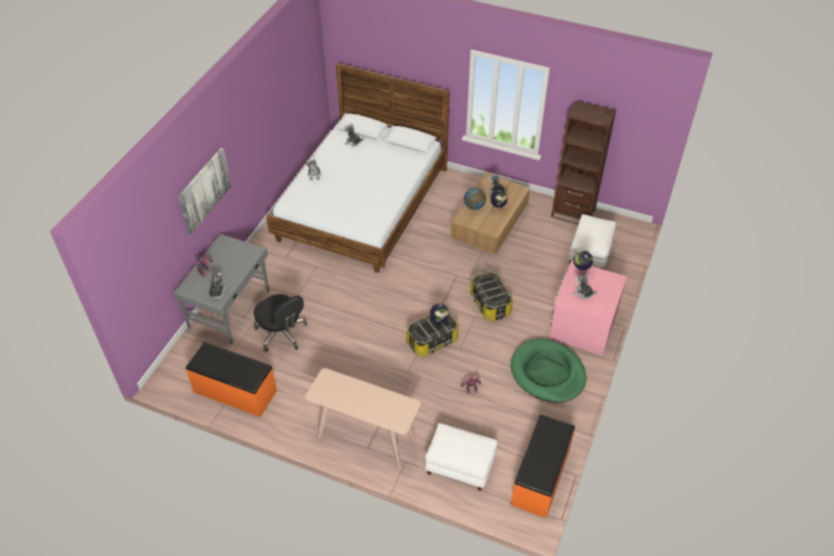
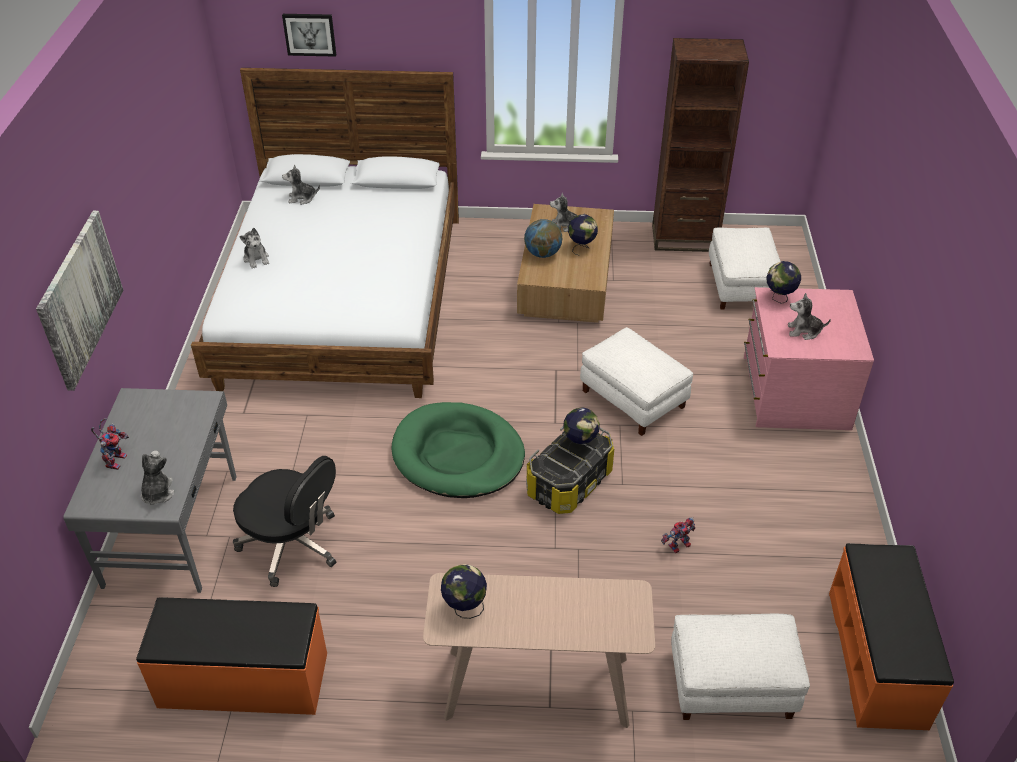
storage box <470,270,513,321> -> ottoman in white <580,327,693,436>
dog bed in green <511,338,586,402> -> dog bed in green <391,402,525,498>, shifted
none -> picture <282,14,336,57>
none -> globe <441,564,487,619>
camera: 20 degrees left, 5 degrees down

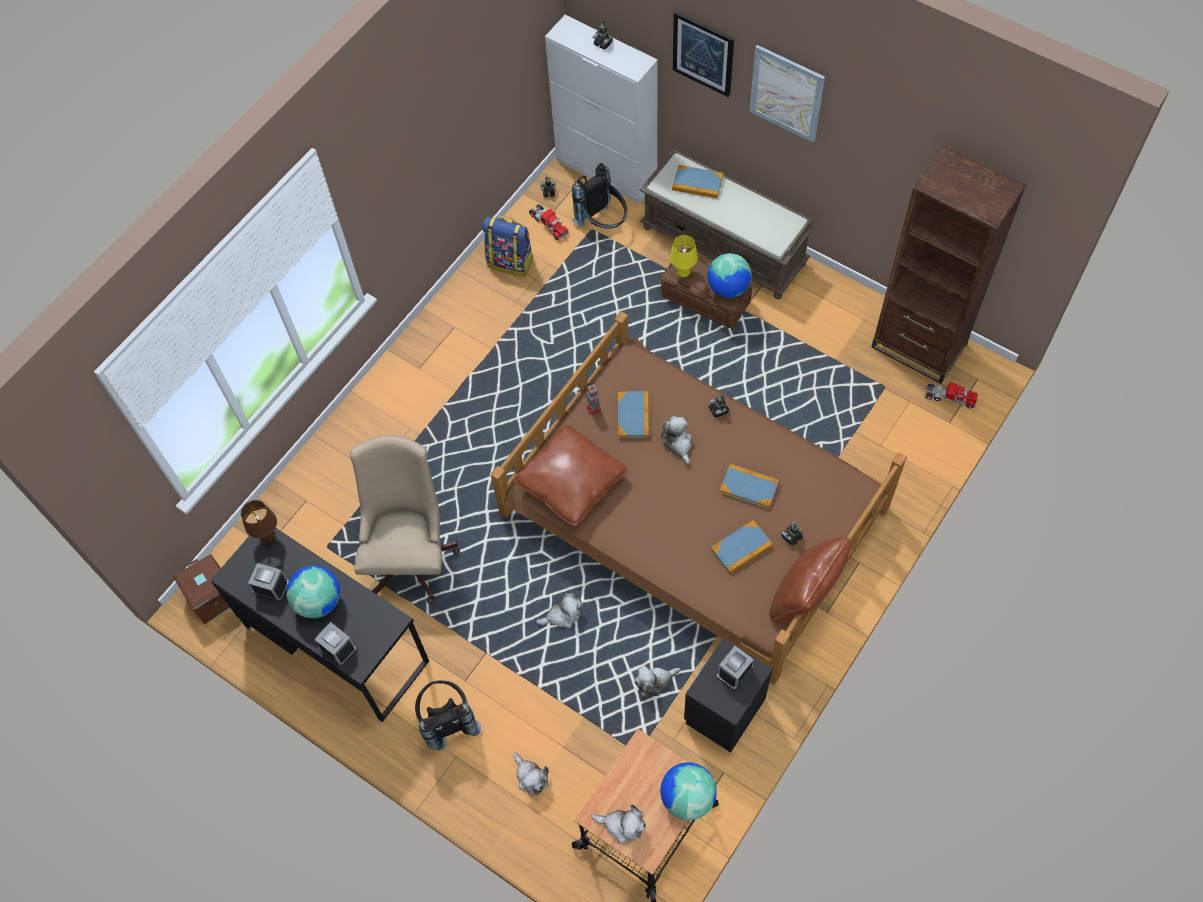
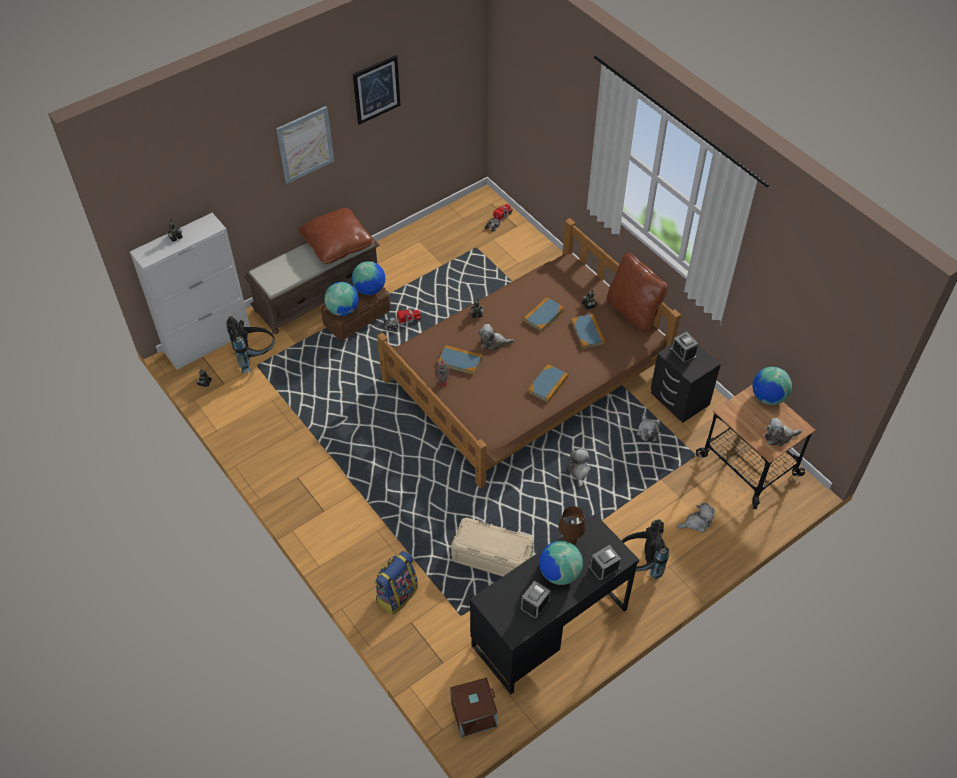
table lamp in brown <241,500,277,543> -> table lamp in brown <558,506,586,545>, shifted
office chair in beige <350,435,460,604> -> storage box in beige <451,517,534,577>
backpack <482,216,534,277> -> backpack <374,551,418,615>, shifted
pillow in brown <514,425,628,526> -> pillow in brown <298,208,374,264>, shifted
toy truck <529,205,569,240> -> toy truck <383,308,422,331>, shifted
plush toy <591,805,646,844> -> plush toy <765,418,802,446>, 135 degrees counterclockwise
table lamp in yellow <670,235,698,277> -> globe <324,282,359,316>
book <672,165,723,198> -> book <527,364,568,403>, shifted
picture <673,11,734,97> -> picture <353,55,401,125>, shifted
bookcase in brown <871,146,1026,384> -> none
camera: 75 degrees left, 10 degrees down

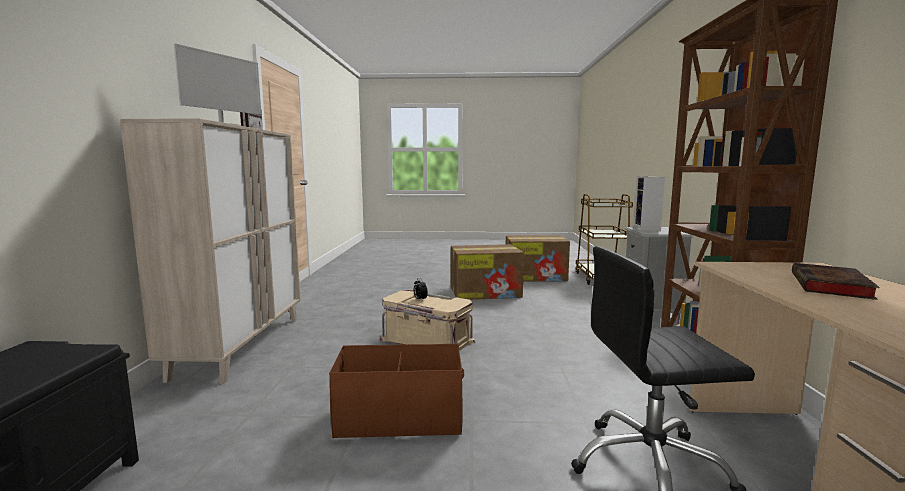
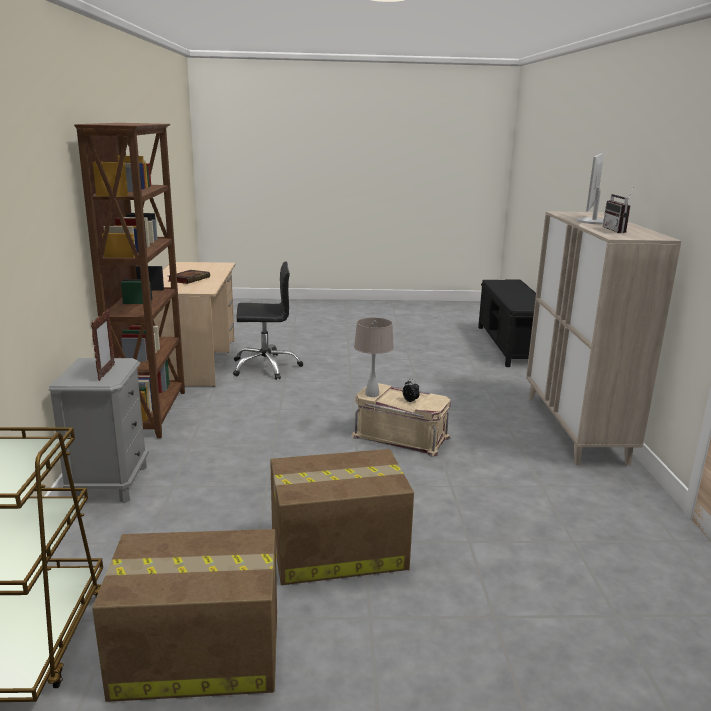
storage box in brown <329,344,464,438> -> none
speaker <633,177,665,231> -> picture frame <91,309,115,381>
none -> table lamp in beige <354,317,394,397>
camera: 175 degrees right, 10 degrees up

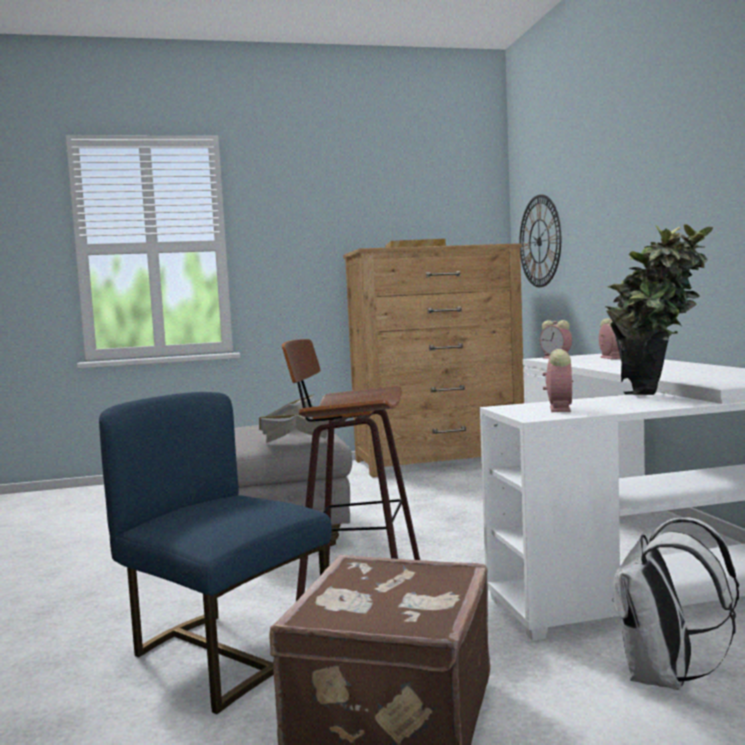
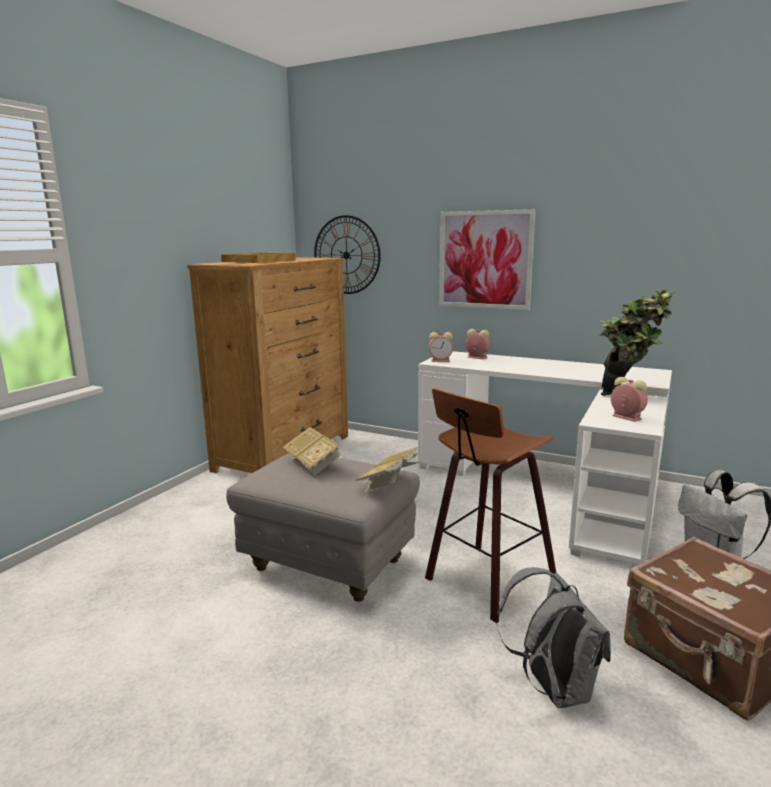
chair in blue <99,392,332,714> -> backpack in grey <496,567,611,708>
none -> picture <439,209,535,310>
camera: 50 degrees left, 10 degrees up

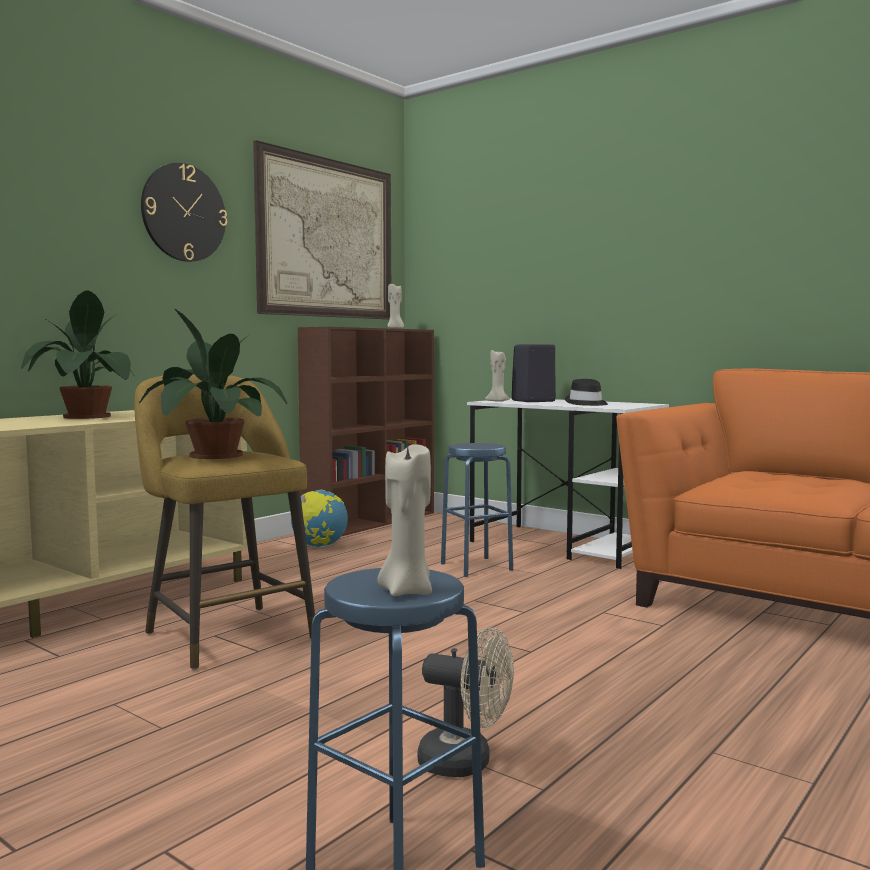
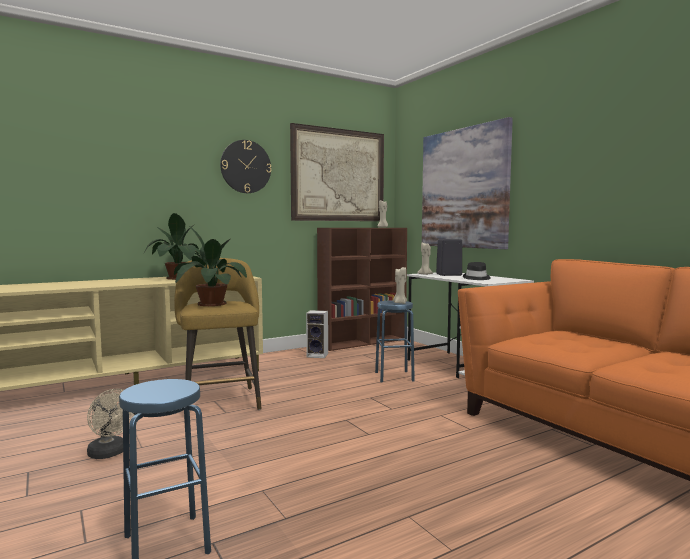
globe <291,490,348,549> -> speaker <306,310,328,358>
candle in beige <377,444,432,596> -> candle in beige <393,267,407,304>, shifted
fan in beige <418,627,514,777> -> fan in beige <87,389,135,459>, shifted
none -> picture <422,117,513,249>
camera: 20 degrees right, 0 degrees up

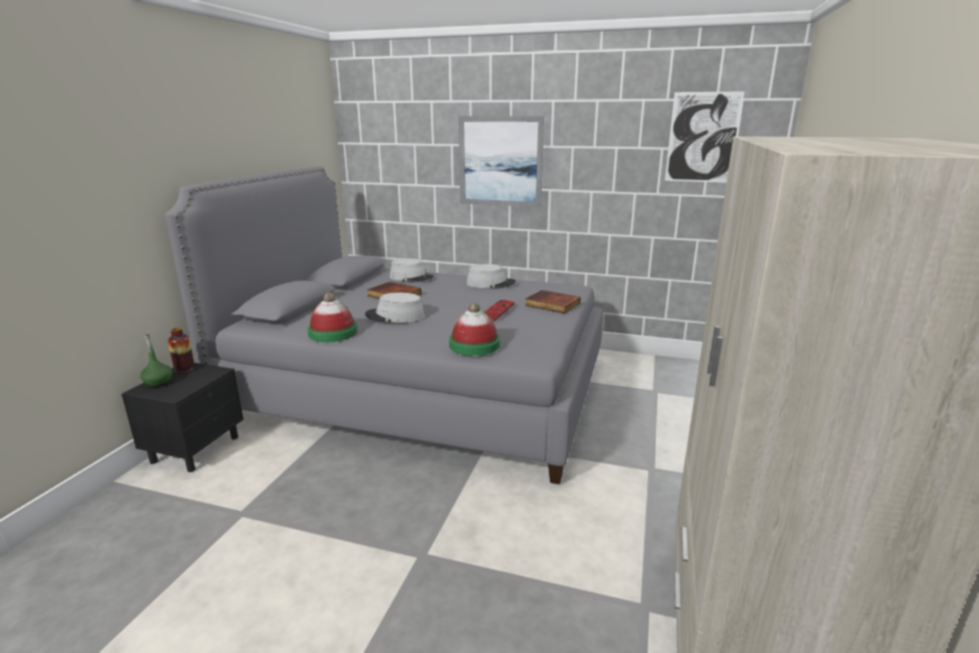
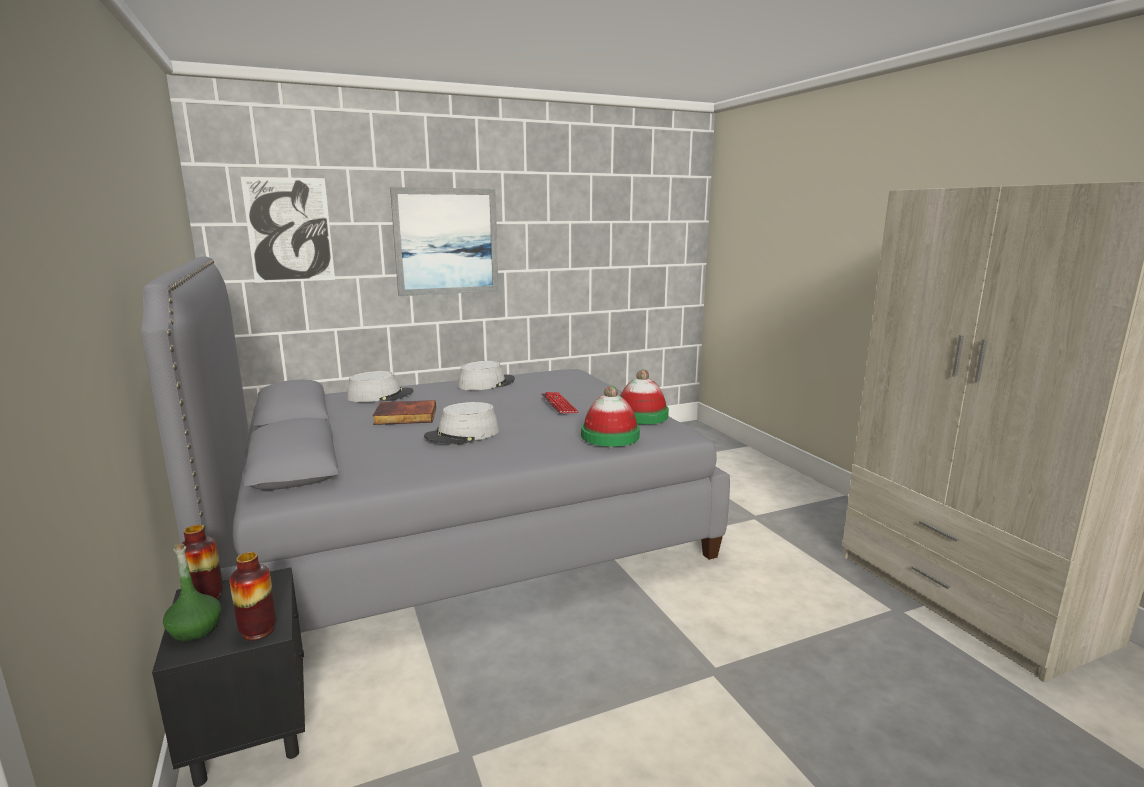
hat <308,293,357,342> -> hat <620,370,669,424>, shifted
book <525,290,581,314> -> none
picture <665,91,745,183> -> picture <241,177,335,283>, shifted
none -> vase <229,552,277,641>
camera: 40 degrees left, 5 degrees down

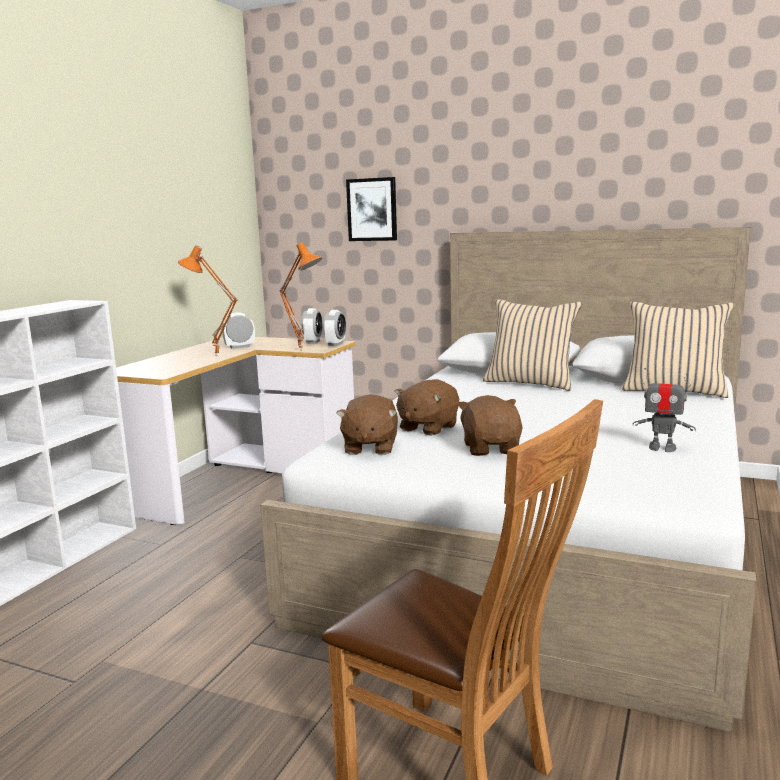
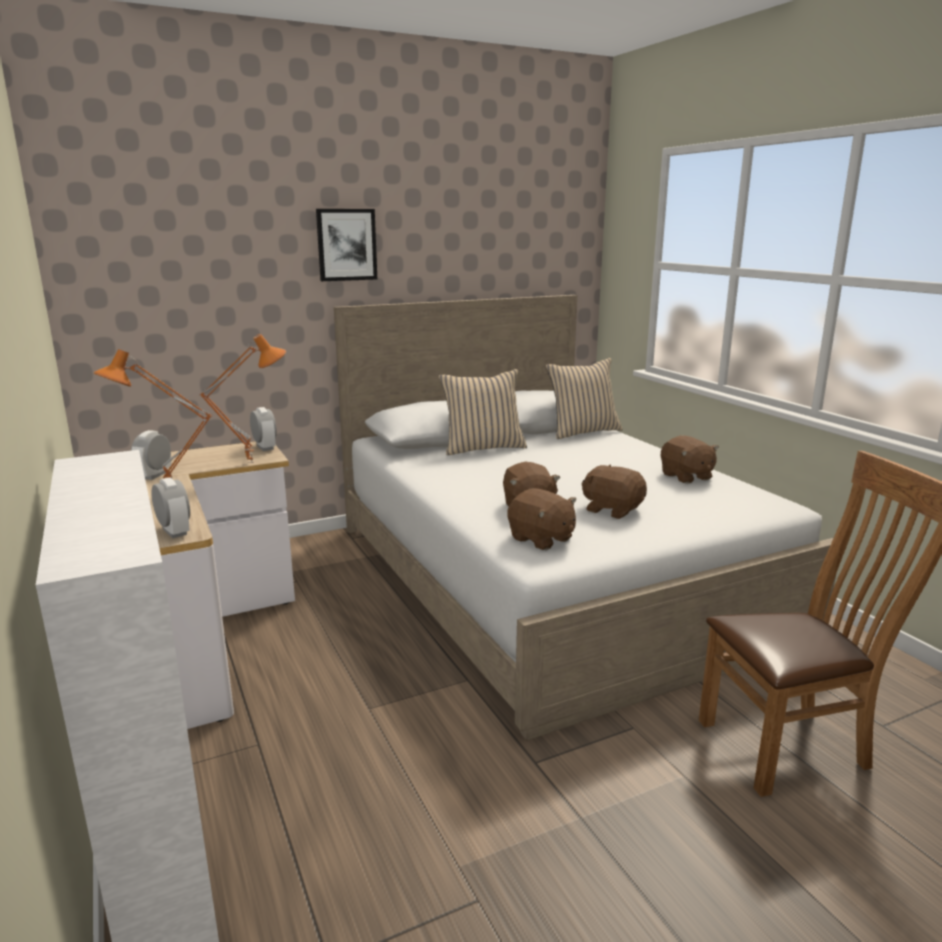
alarm clock <302,308,323,344> -> alarm clock <151,477,190,538>, shifted
picture <346,177,397,241> -> picture <316,209,377,281>, shifted
toy robot <633,368,696,452> -> plush toy in brown <661,435,719,484>
camera: 50 degrees left, 5 degrees up

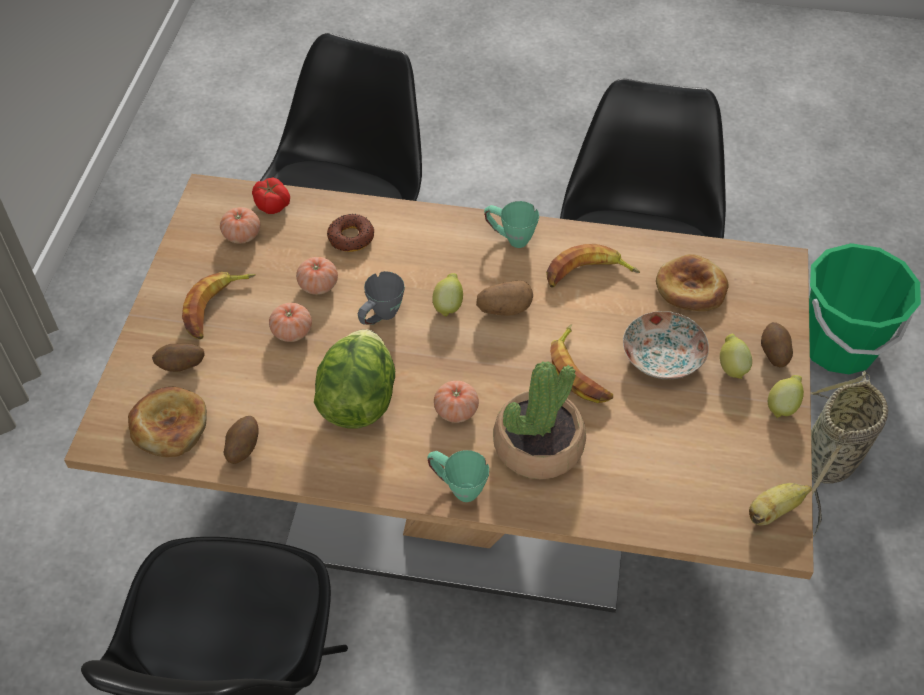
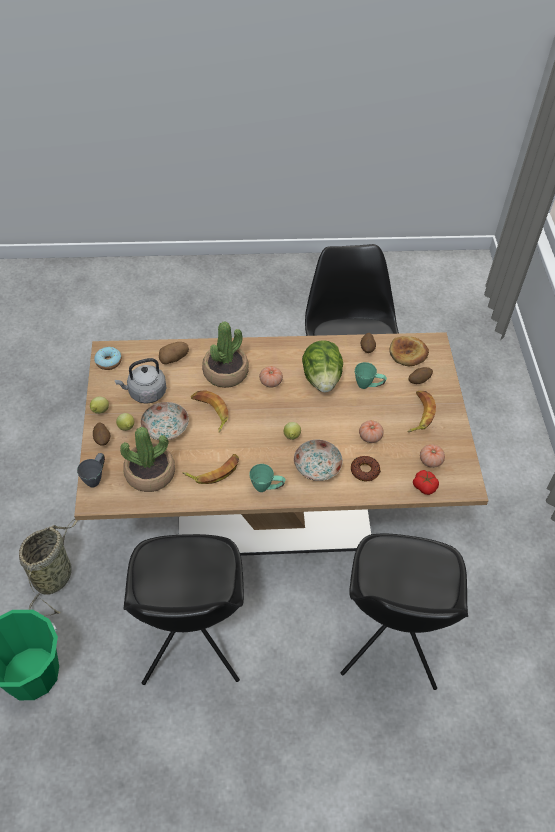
tomato <269,303,312,342> -> none
mug in grey <358,271,405,325> -> mug in grey <77,453,105,488>, shifted
mug in green <428,450,489,502> -> mug in green <355,362,387,389>, shifted
potato <476,281,533,316> -> potato <159,342,189,364>, shifted
bread <656,254,729,311> -> potted plant <120,427,175,492>
banana <749,483,812,525> -> donut <94,347,122,370>
none -> kettle in grey <115,358,166,404>
none -> plate <294,439,343,481>
camera: 165 degrees right, 0 degrees up

